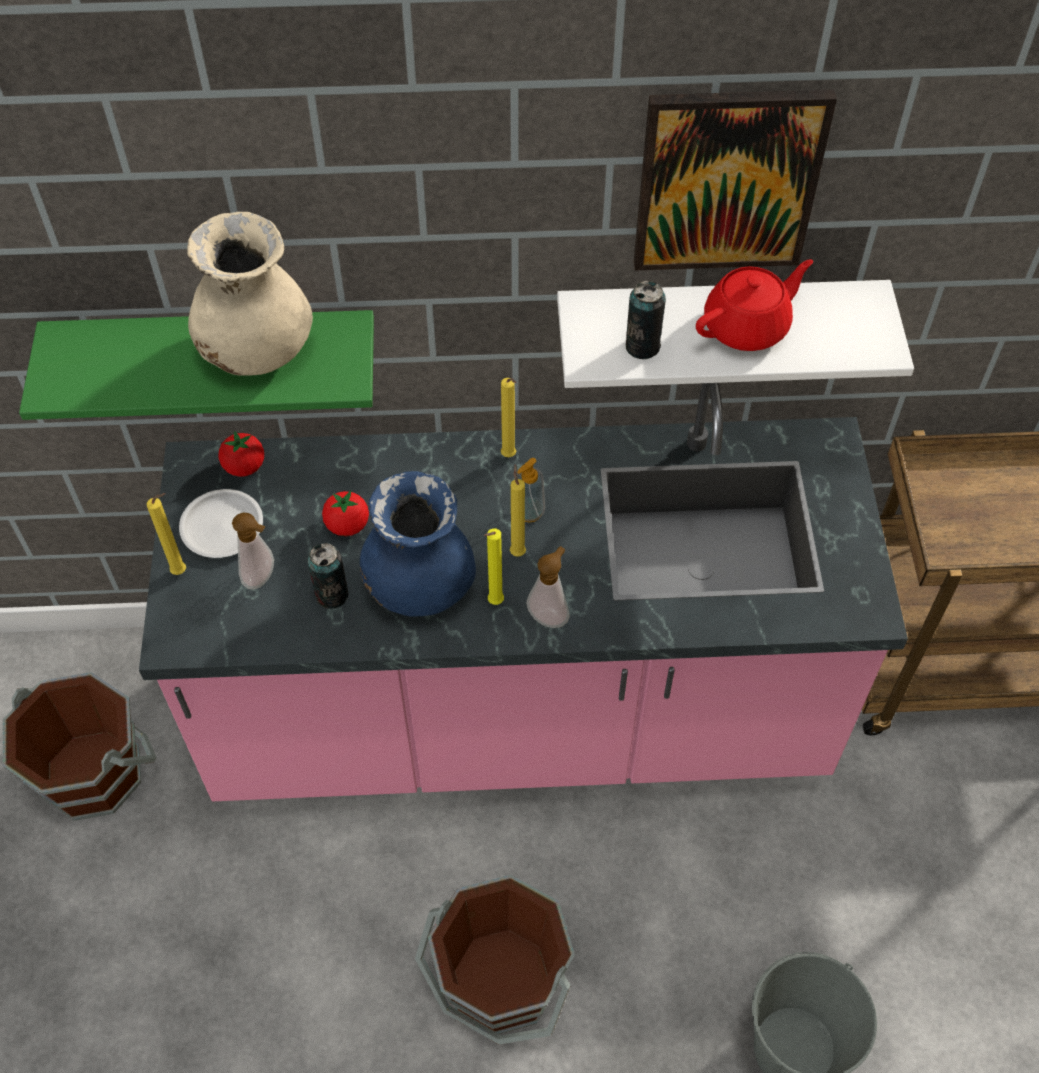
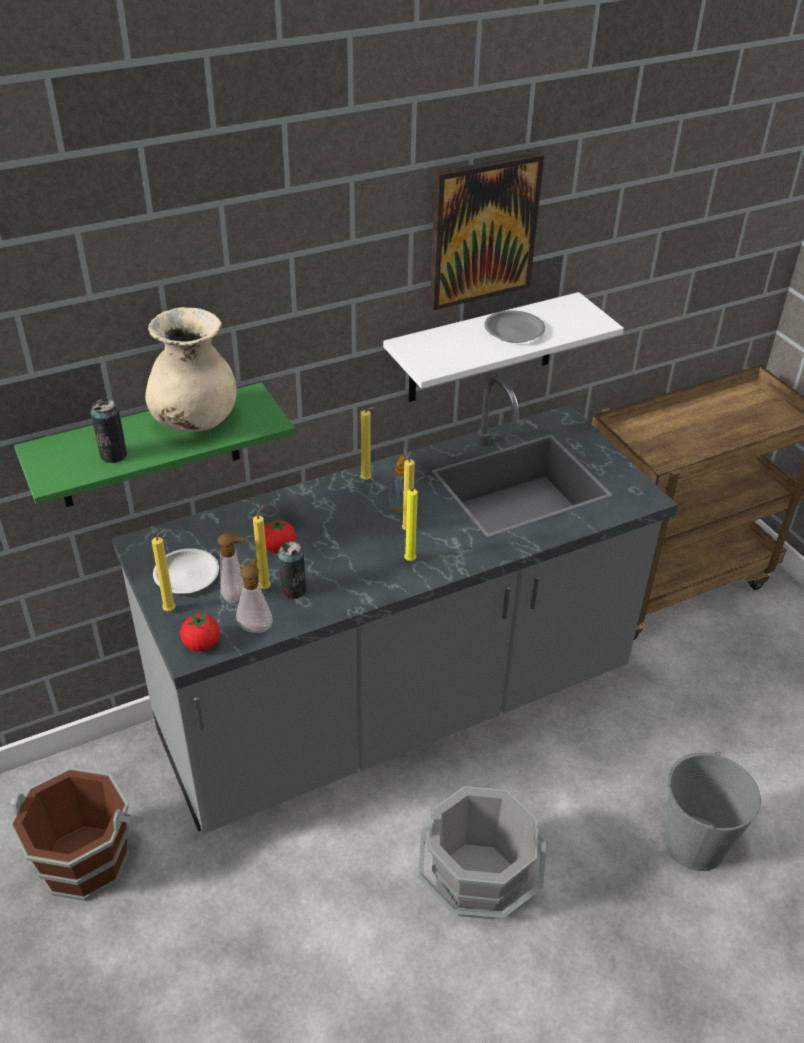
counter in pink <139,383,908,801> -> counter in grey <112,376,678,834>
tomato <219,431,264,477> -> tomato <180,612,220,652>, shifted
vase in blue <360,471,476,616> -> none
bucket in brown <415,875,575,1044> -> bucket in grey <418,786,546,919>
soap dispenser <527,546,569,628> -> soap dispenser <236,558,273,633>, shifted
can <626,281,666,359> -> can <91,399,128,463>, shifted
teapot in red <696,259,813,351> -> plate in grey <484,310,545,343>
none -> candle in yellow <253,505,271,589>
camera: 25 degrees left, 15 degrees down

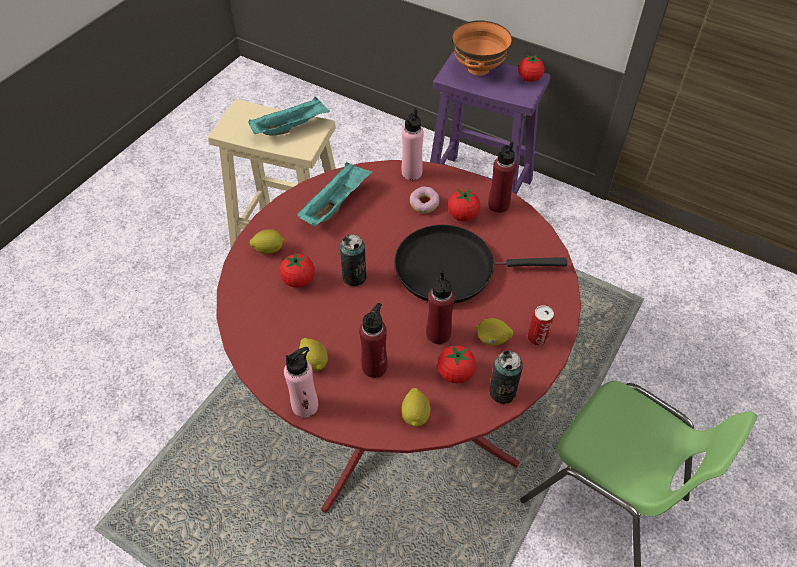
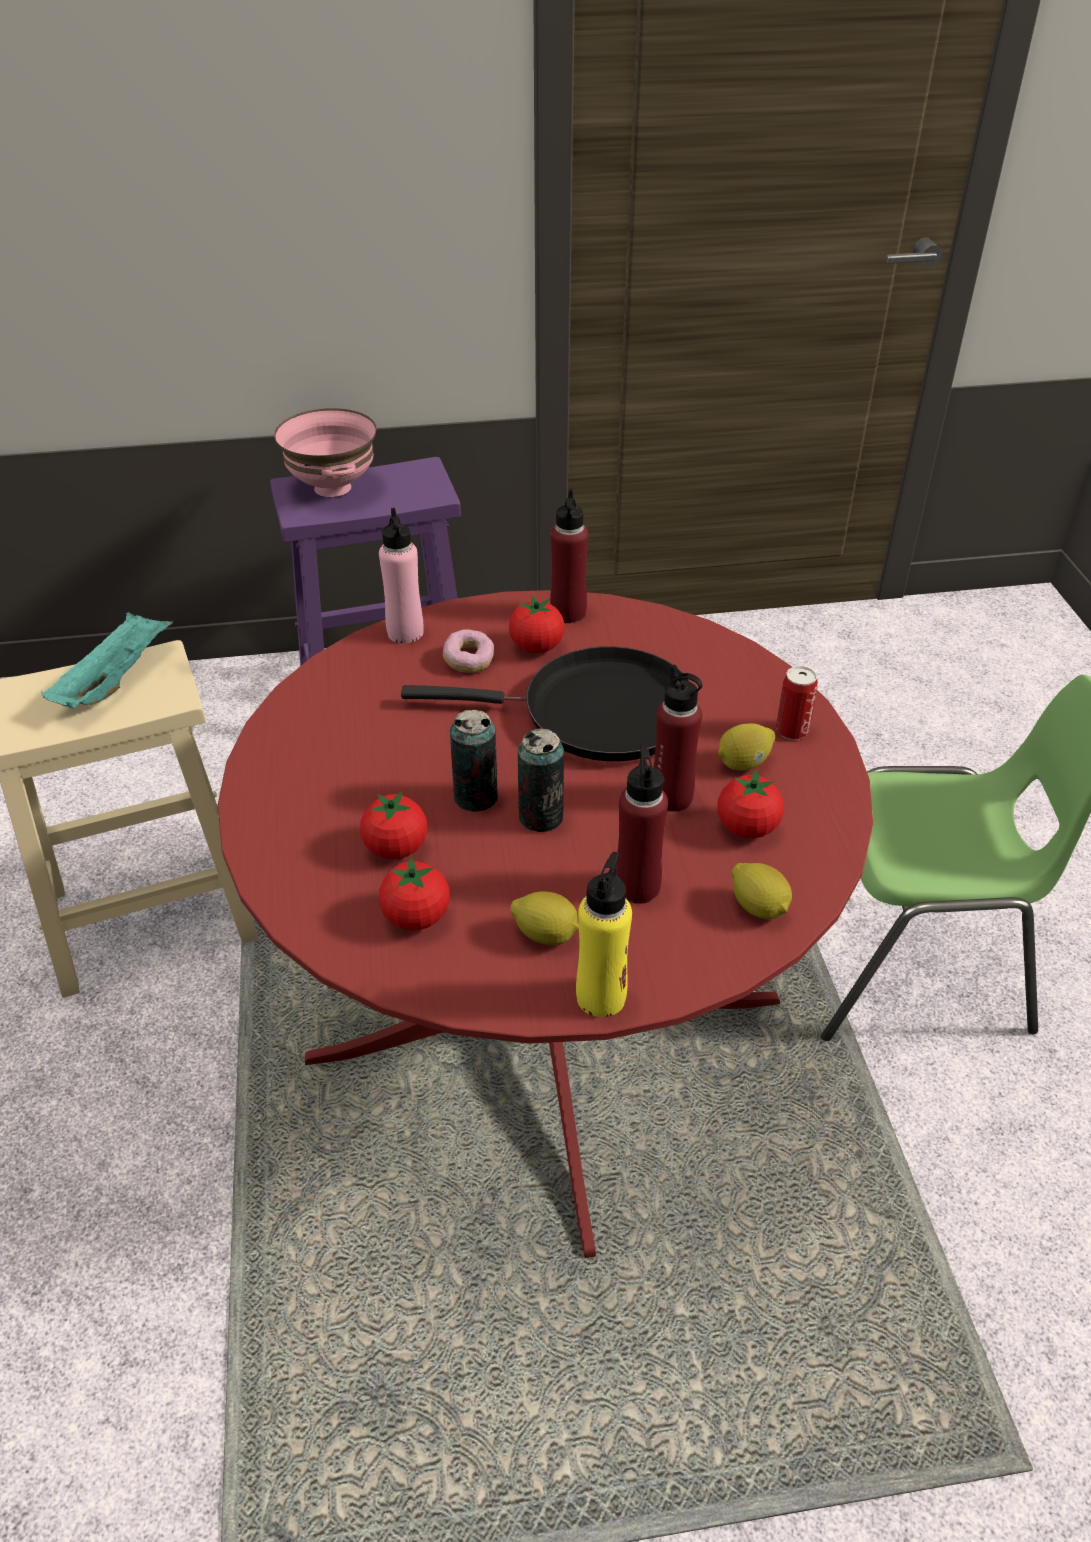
lemon <250,229,284,254> -> none
bottle in pink <284,347,318,418> -> bottle in yellow <576,852,632,1017>
tray in turquoise <297,162,373,226> -> none
frying pan in black <394,225,568,304> -> frying pan in black <401,646,691,761>, 135 degrees counterclockwise
bowl in orange <452,20,512,76> -> bowl in pink <274,408,377,497>
can <489,351,523,404> -> can <518,728,564,832>, shifted
tomato <518,55,544,82> -> tomato <379,857,450,930>, shifted
camera: 40 degrees left, 10 degrees down

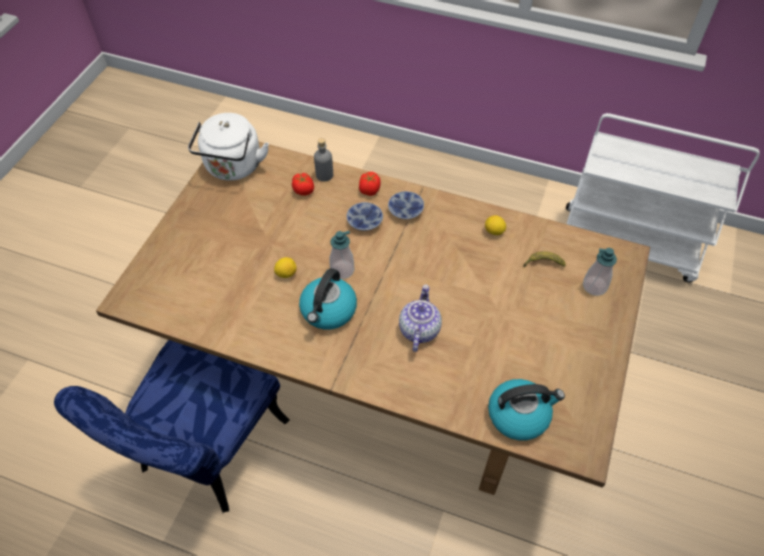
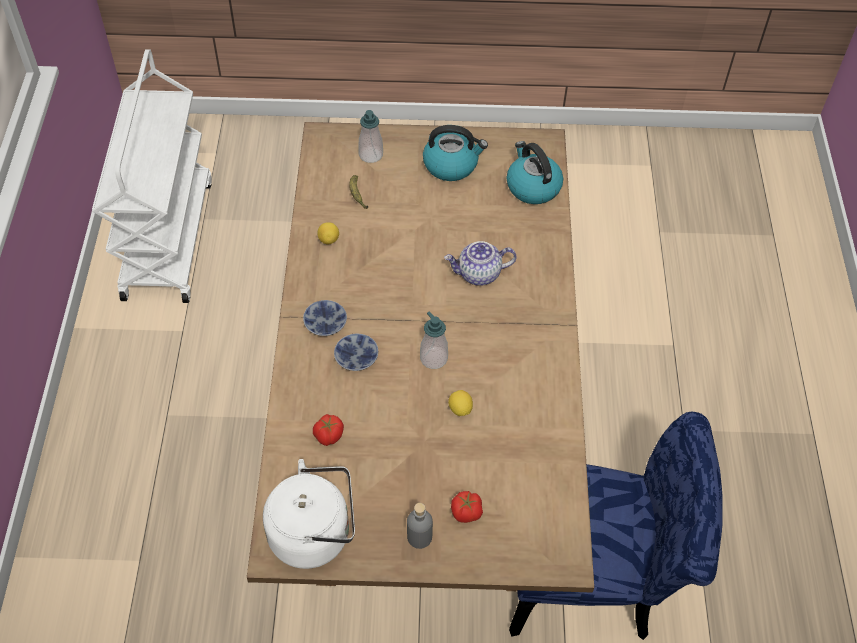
kettle <299,268,357,330> -> kettle <423,125,488,181>, shifted
bottle in grey <314,138,333,182> -> bottle in grey <407,503,433,549>, shifted
tomato <359,172,380,196> -> tomato <451,491,483,523>, shifted
camera: 110 degrees left, 0 degrees up

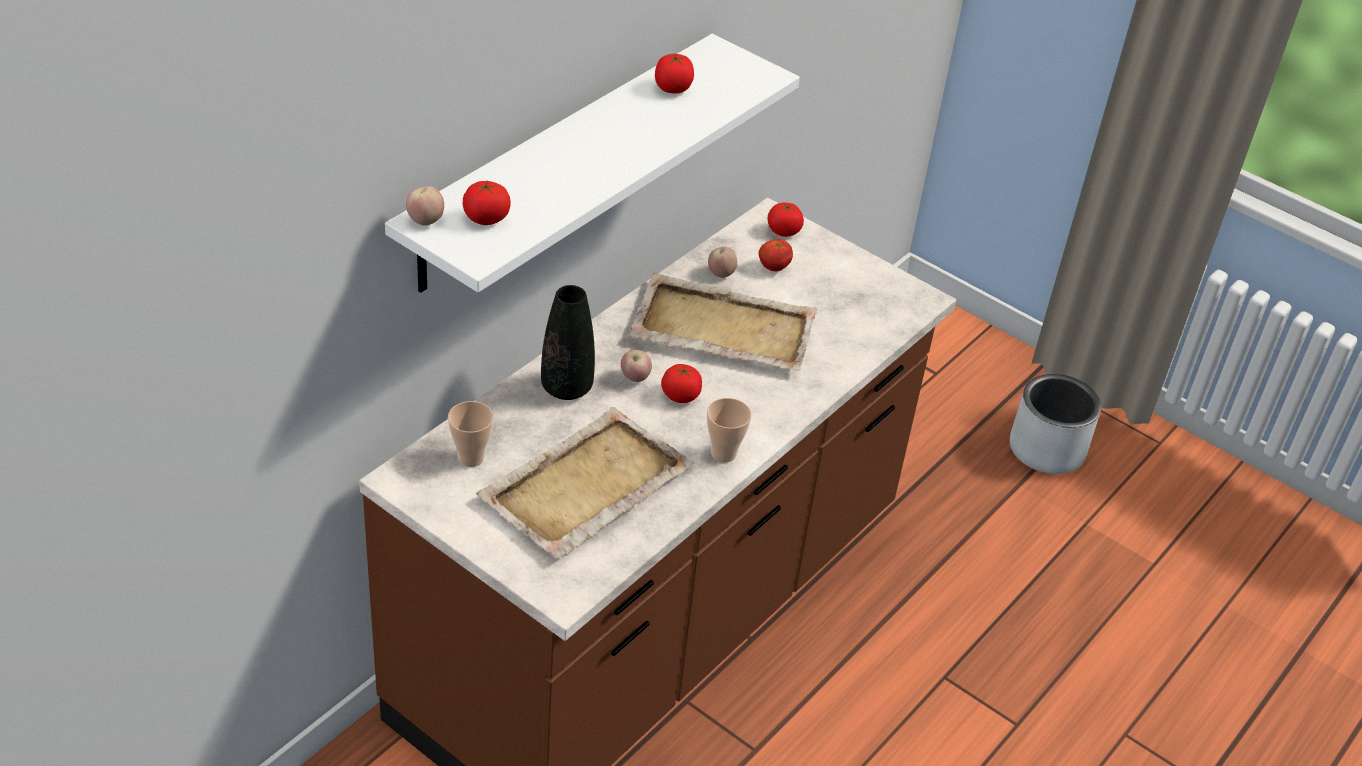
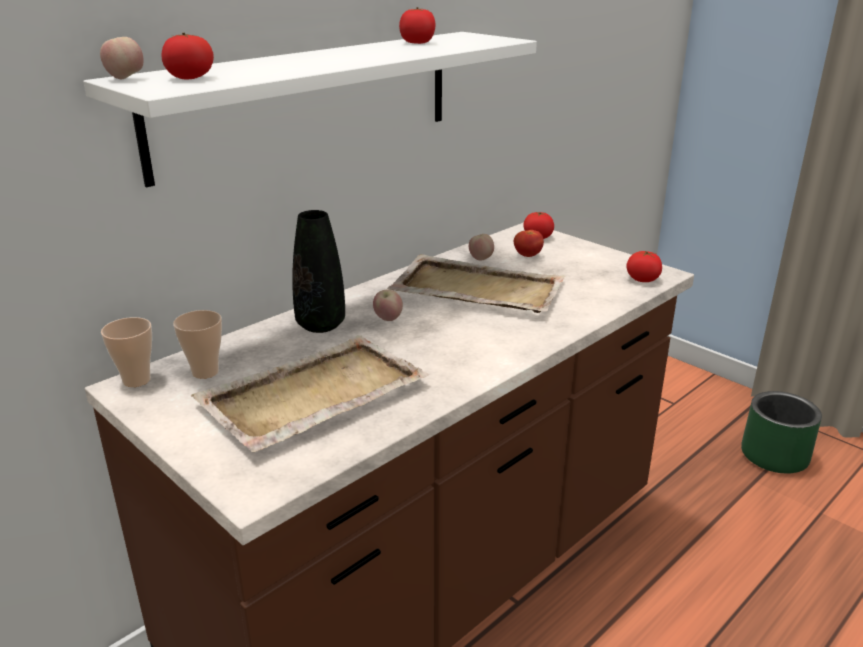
tomato <661,364,702,403> -> tomato <626,251,662,282>, shifted
cup <707,398,752,463> -> cup <101,317,152,387>, shifted
planter in grey <1010,374,1101,474> -> planter in green <741,391,822,474>
camera: 10 degrees right, 15 degrees down

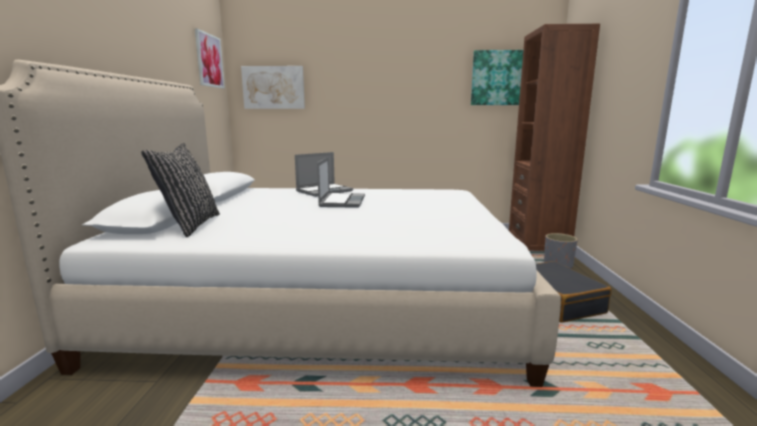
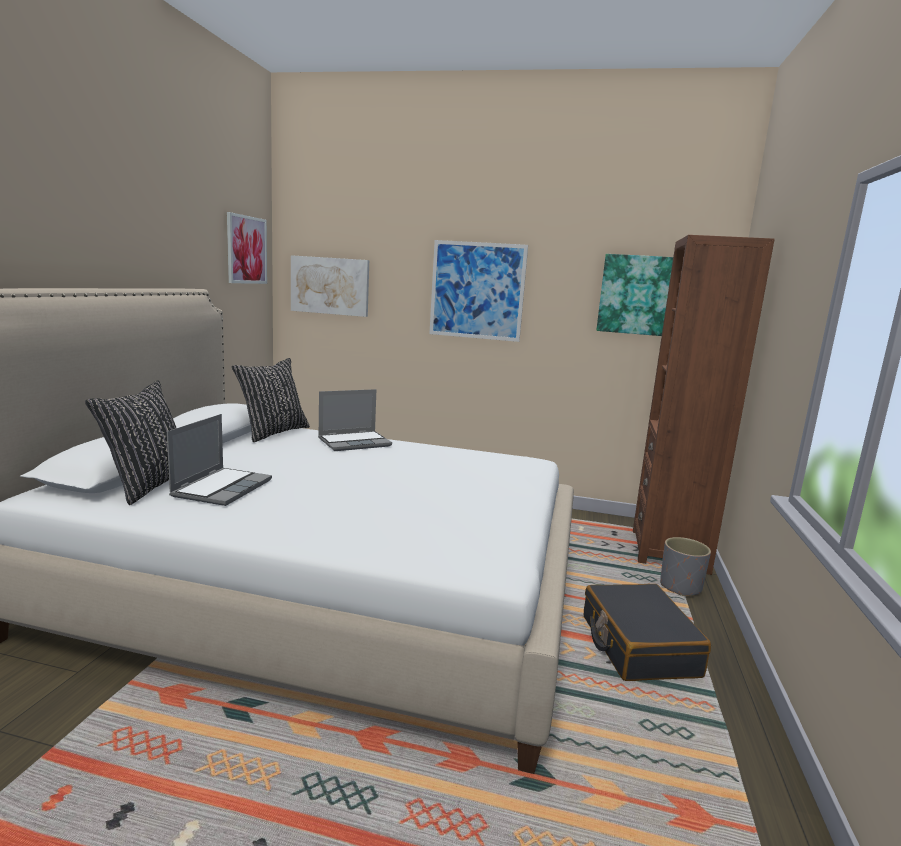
laptop <317,157,365,208> -> laptop <167,414,272,506>, shifted
none -> pillow in black <232,358,310,442>
none -> picture <429,240,528,342>
camera: 10 degrees right, 0 degrees up

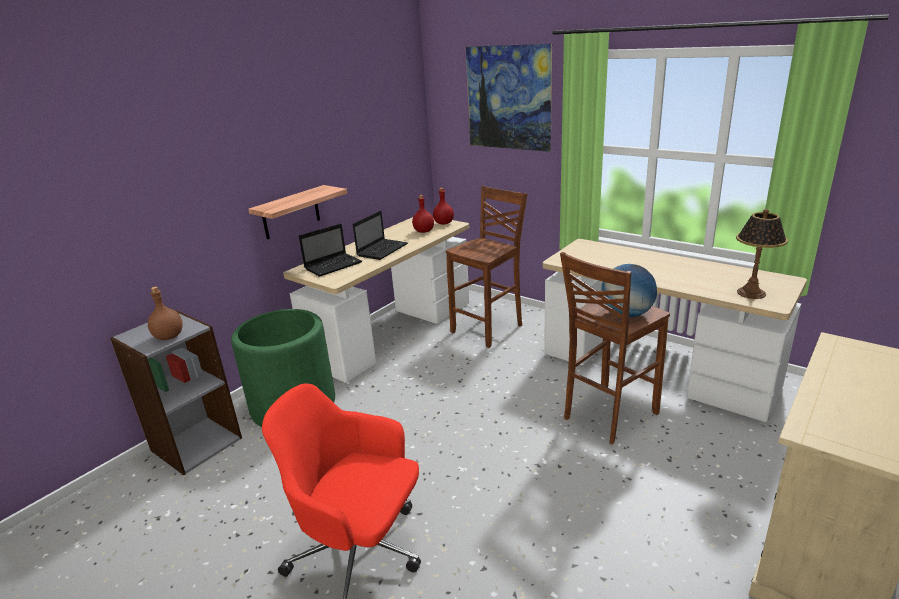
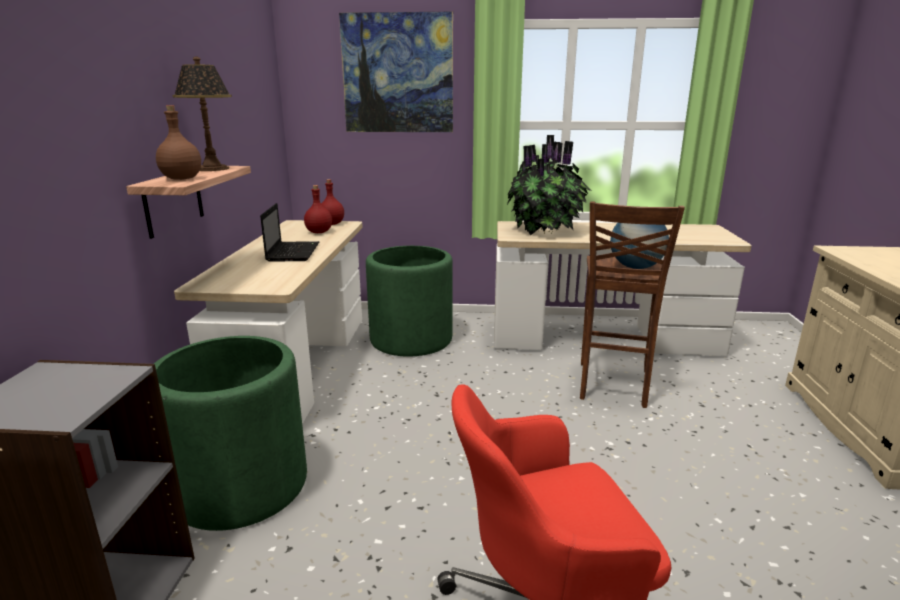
bottle in brown <148,287,183,340> -> bottle in brown <156,105,201,180>, shifted
laptop <299,224,362,277> -> none
stool in brown <446,186,527,348> -> planter in green <366,246,453,357>
table lamp <736,209,788,299> -> table lamp <173,56,232,171>, shifted
none -> potted plant <506,135,592,236>
camera: 35 degrees left, 5 degrees down

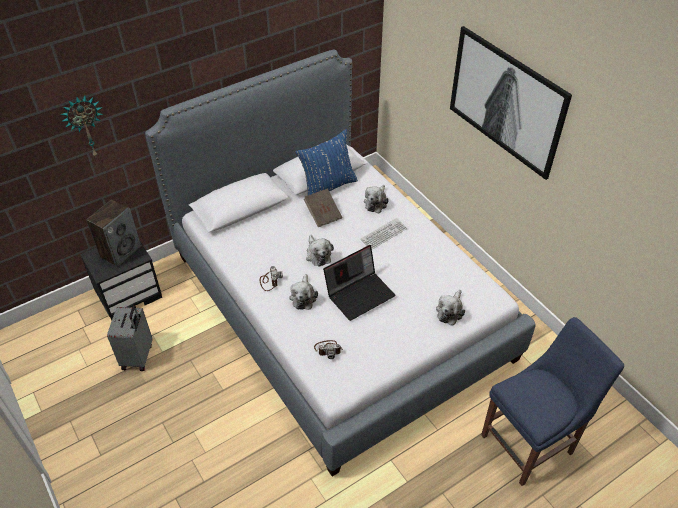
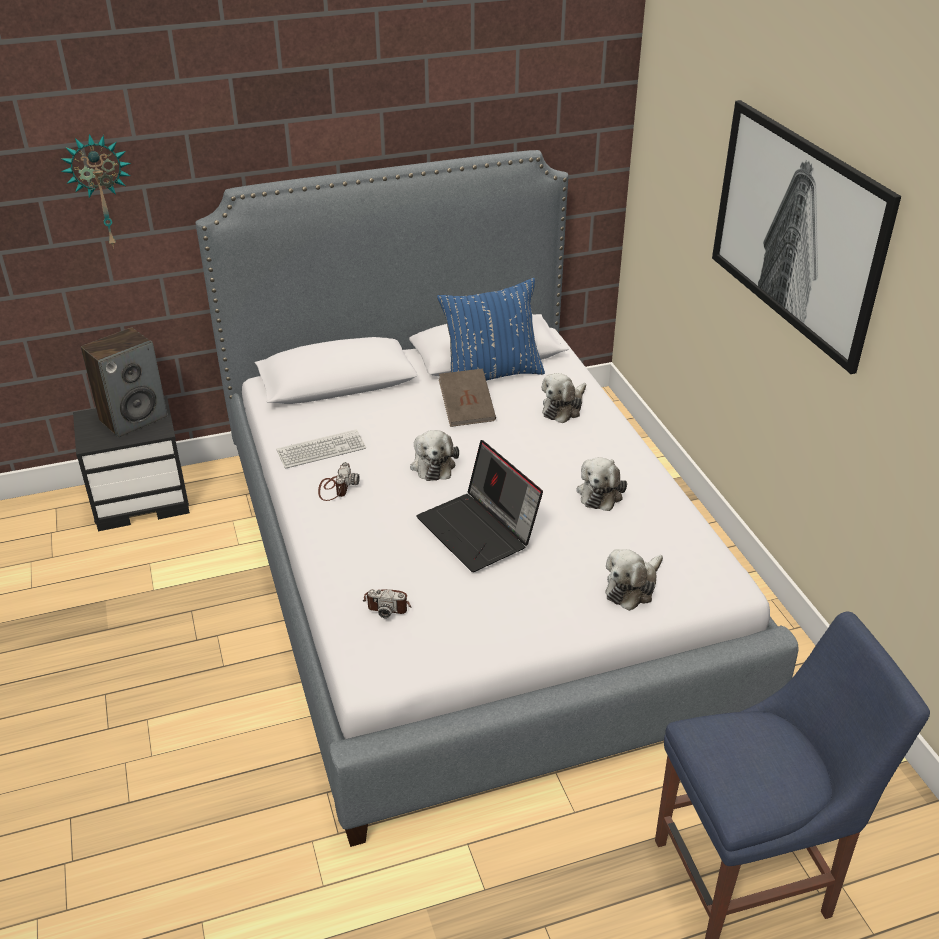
suitcase in grey <107,305,152,371> -> none
plush toy <289,274,318,310> -> plush toy <576,457,627,511>, shifted
laptop <323,245,396,321> -> laptop <416,440,543,572>, 75 degrees clockwise
keyboard <361,218,407,249> -> keyboard <277,429,366,468>, shifted
camera: 15 degrees right, 10 degrees down

